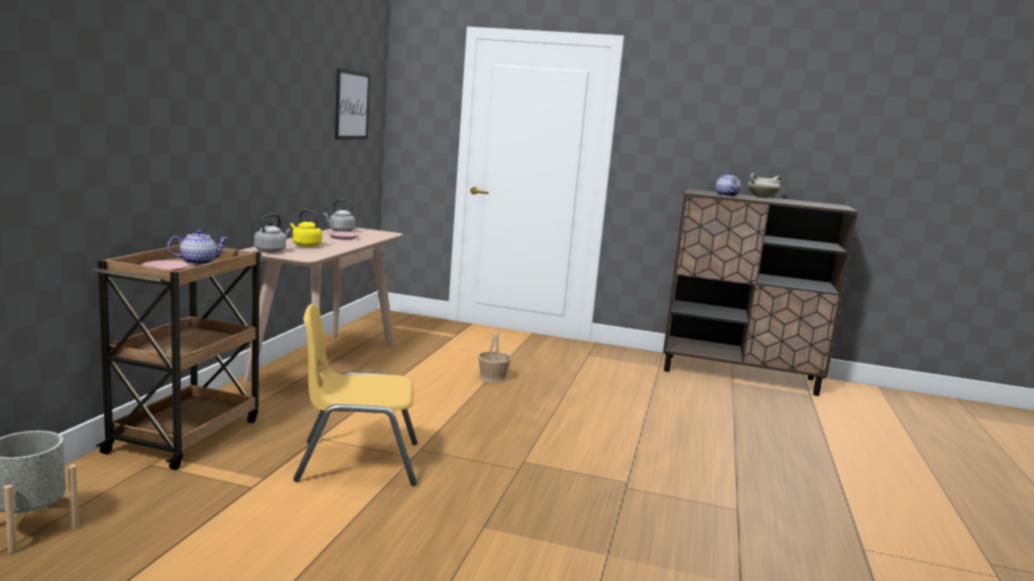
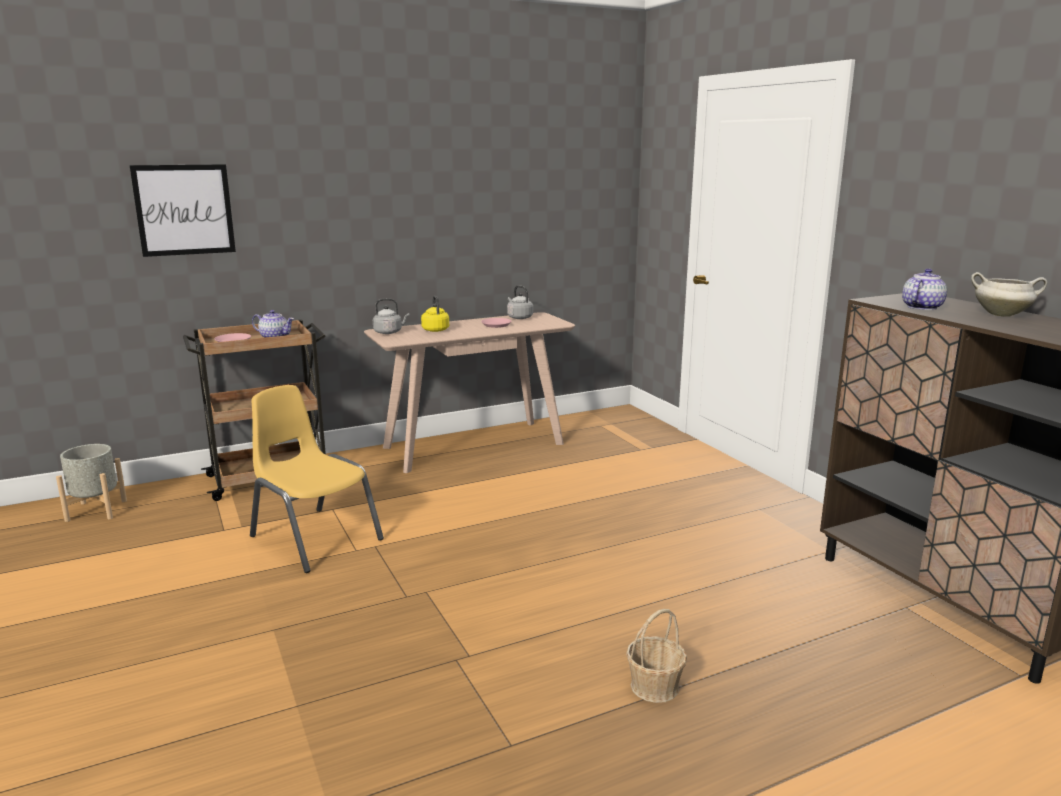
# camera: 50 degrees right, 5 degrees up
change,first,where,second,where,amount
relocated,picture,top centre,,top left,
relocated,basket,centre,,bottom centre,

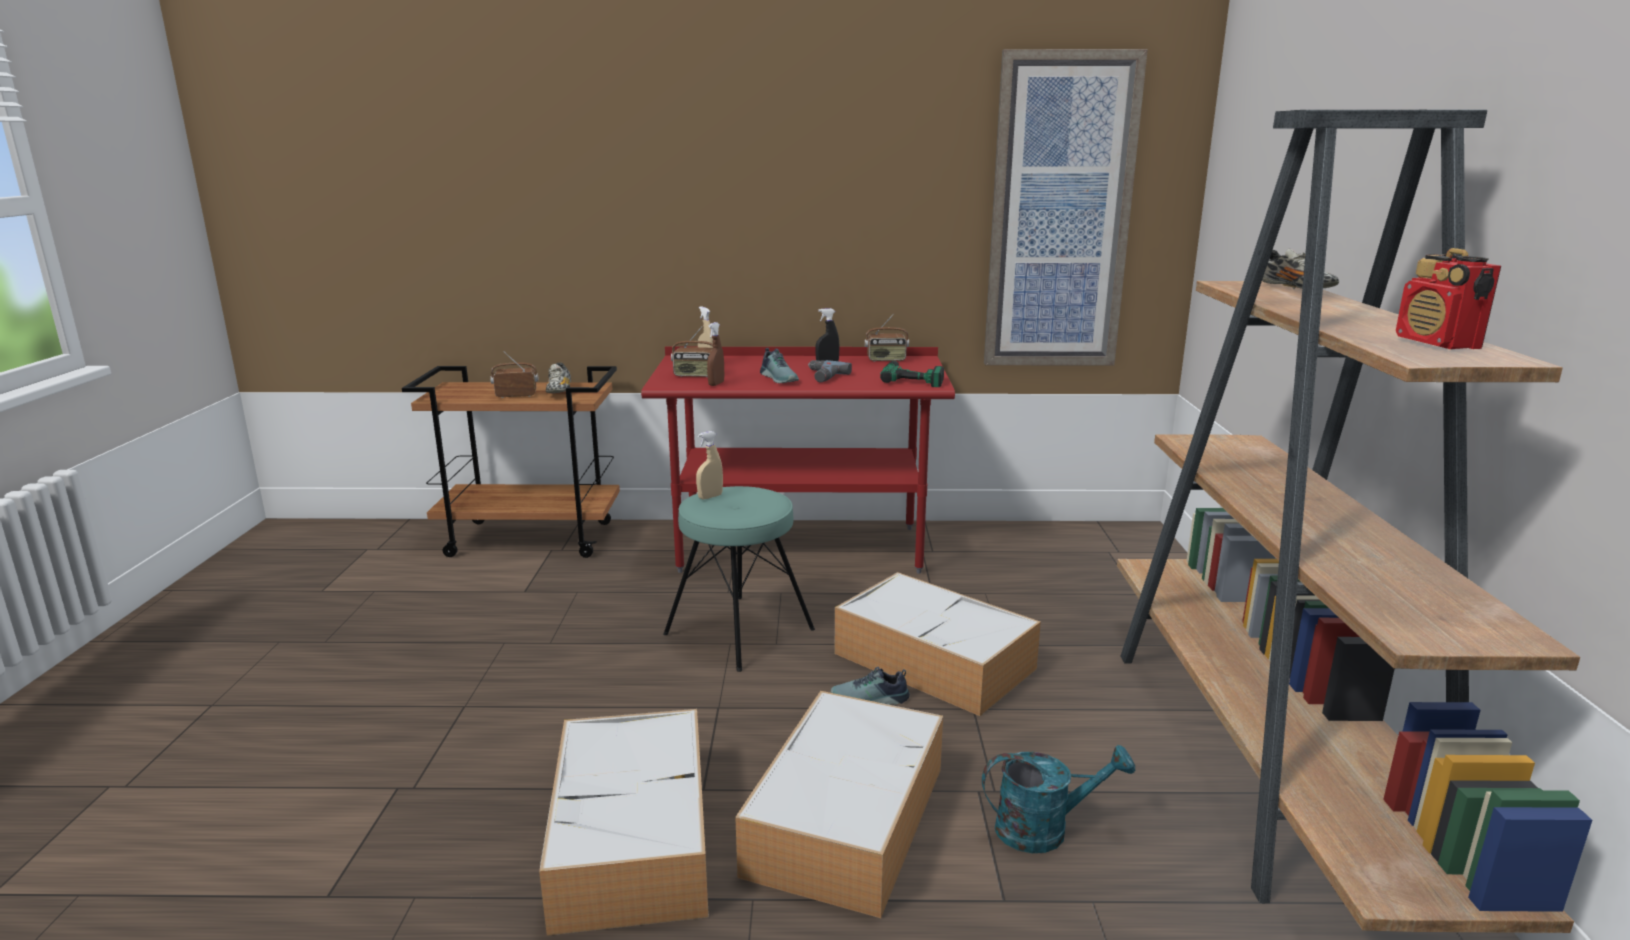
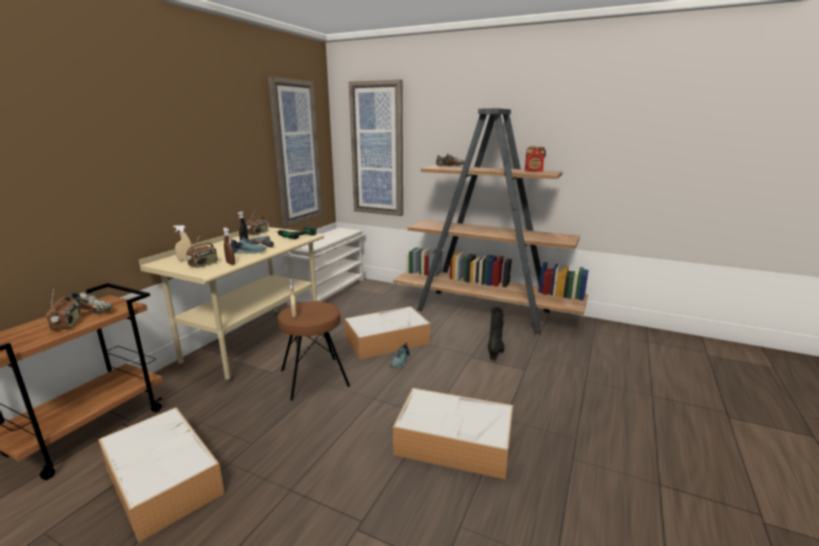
# camera: 65 degrees left, 0 degrees up
change,first,where,second,where,amount
colour,desk/red,centre,desk/beige,middle left,
spun,radio (no. 1 from left),middle left,,middle left,150 degrees clockwise
colour,stool/turquoise,centre,stool/brown,centre,
relocated,storage box (no. 2 from left in the first image),bottom centre,storage box (no. 1 from left),bottom left,
exchanged,watering can/turquoise,bottom centre,boot/black,centre,
appeared,,,picture (no. 2 from left),top centre,
appeared,,,shoe rack/white,centre,

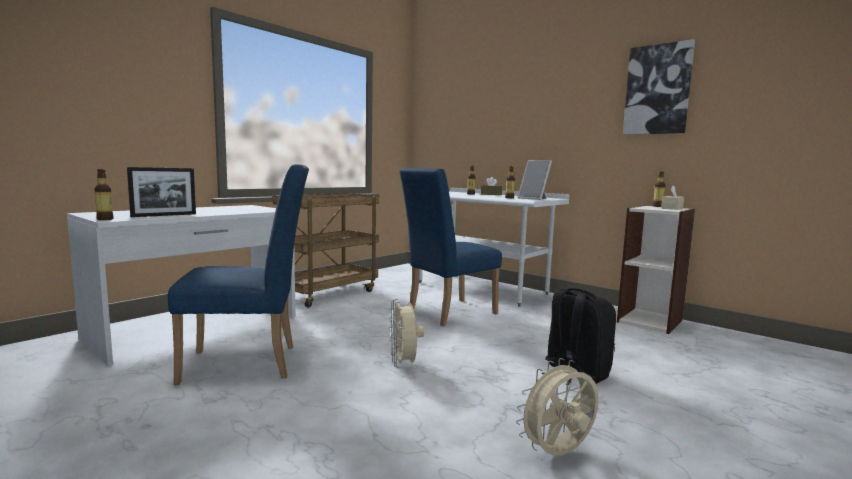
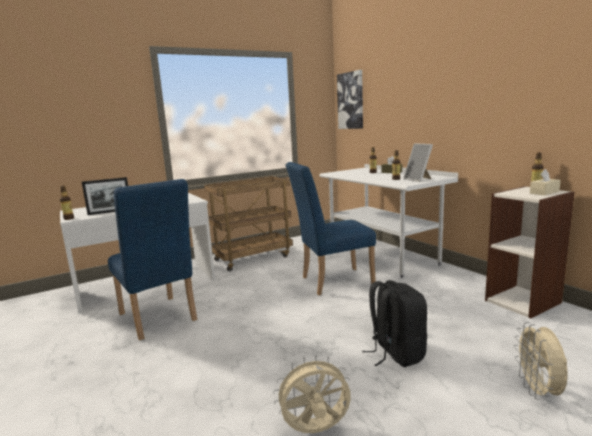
# camera: 20 degrees right, 5 degrees up
change,first,where,second,where,amount
relocated,picture,top right,,top centre,
spun,chair/blue (no. 1 from left),middle left,,middle left,45 degrees clockwise
relocated,fan/beige (no. 1 from left in the first image),bottom centre,fan/beige (no. 2 from left),bottom right,

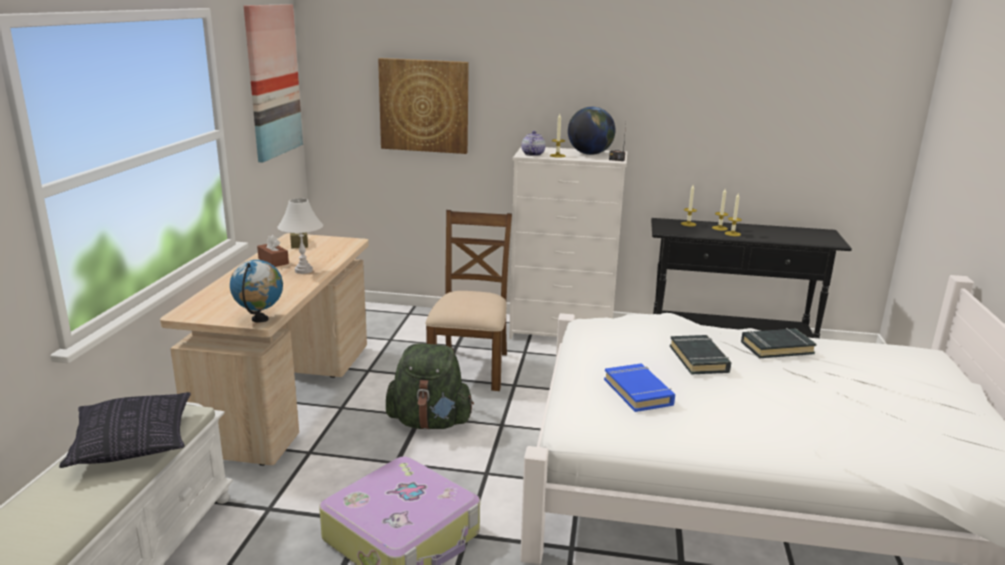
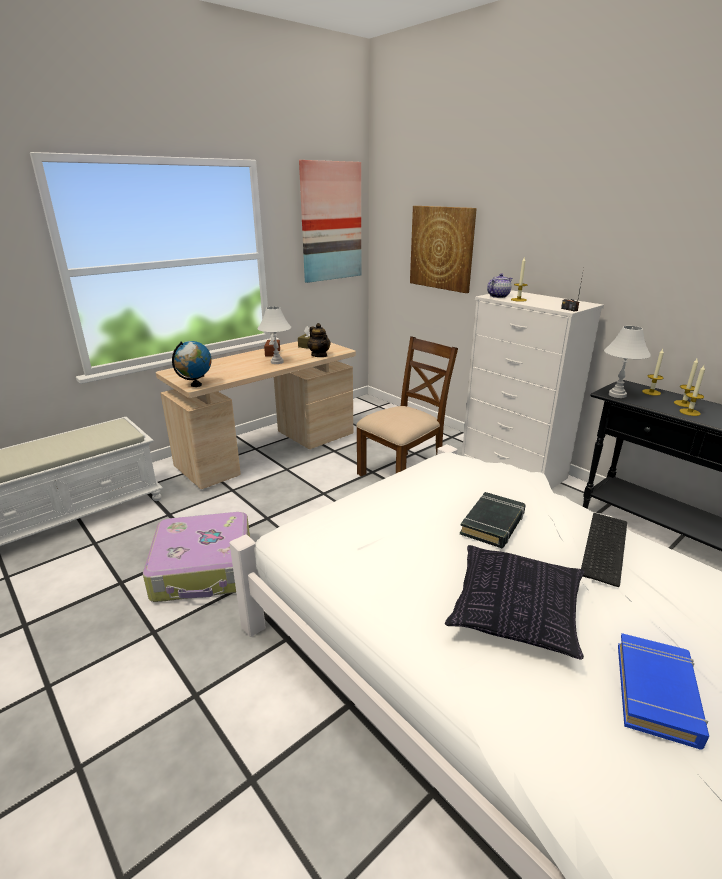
# camera: 40 degrees right, 5 degrees up
change,first,where,second,where,amount
missing,globe (no. 2 from left),top centre,,,
exchanged,book/black (no. 2 from left),middle right,keyboard,middle right,
missing,backpack/green,bottom centre,,,
relocated,book/blue,bottom centre,,bottom right,
relocated,pillow,bottom left,,bottom right,
appeared,,,teapot (no. 1 from left),centre,
appeared,,,table lamp/white (no. 2 from left),middle right,

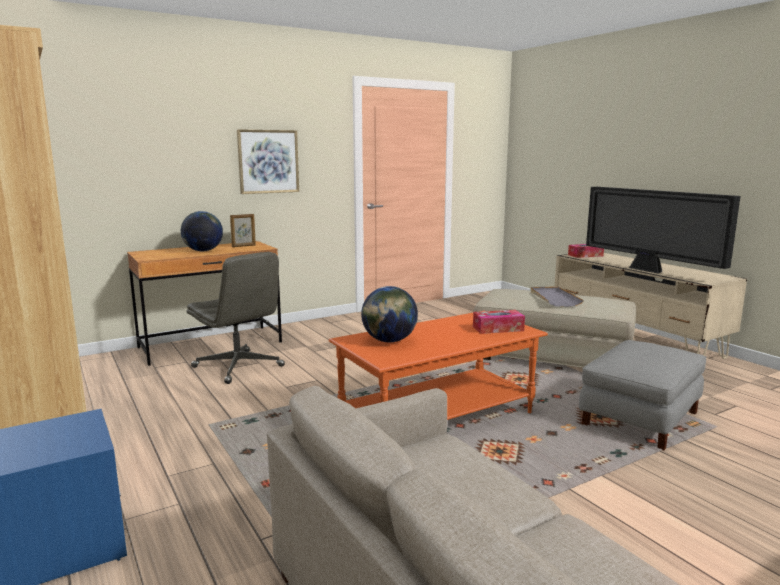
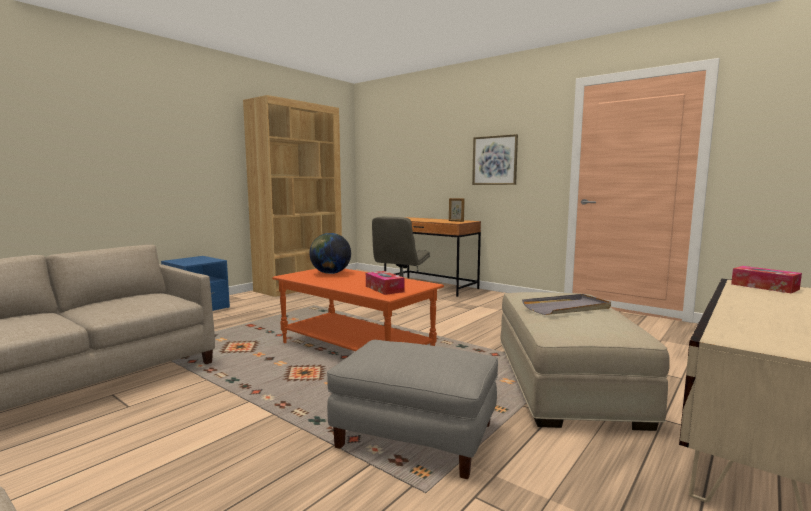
# camera: 70 degrees right, 5 degrees down
change,first,where,second,where,amount
missing,television,middle right,,,
missing,globe (no. 1 from left),middle left,,,

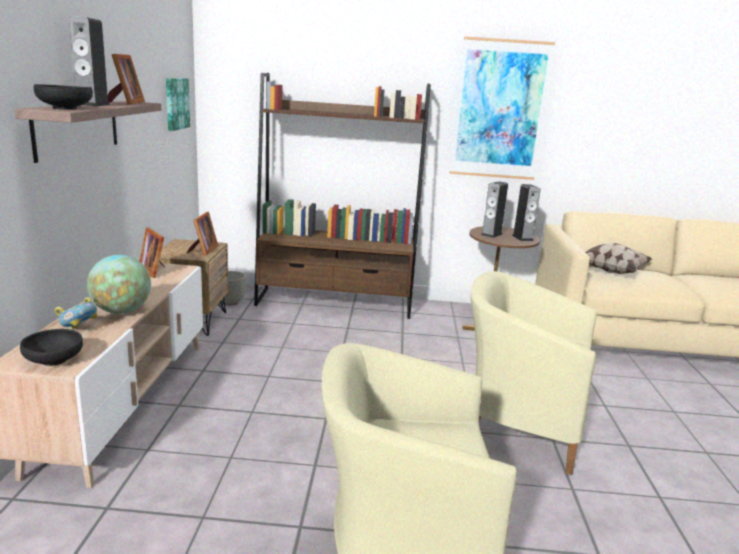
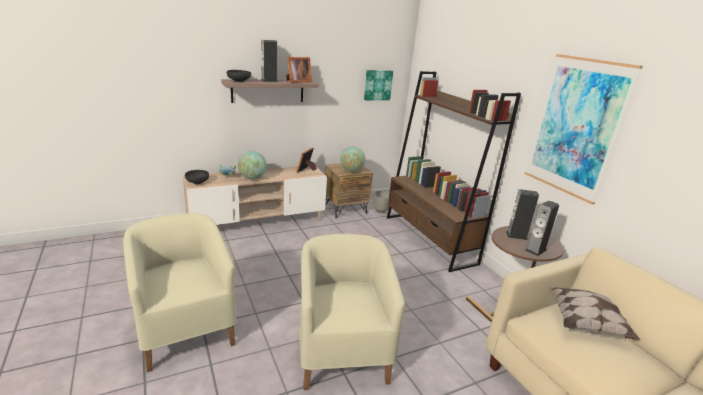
# camera: 60 degrees right, 5 degrees up
change,first,where,second,where,amount
exchanged,picture frame (no. 3 from left),middle left,globe (no. 2 from left),centre,

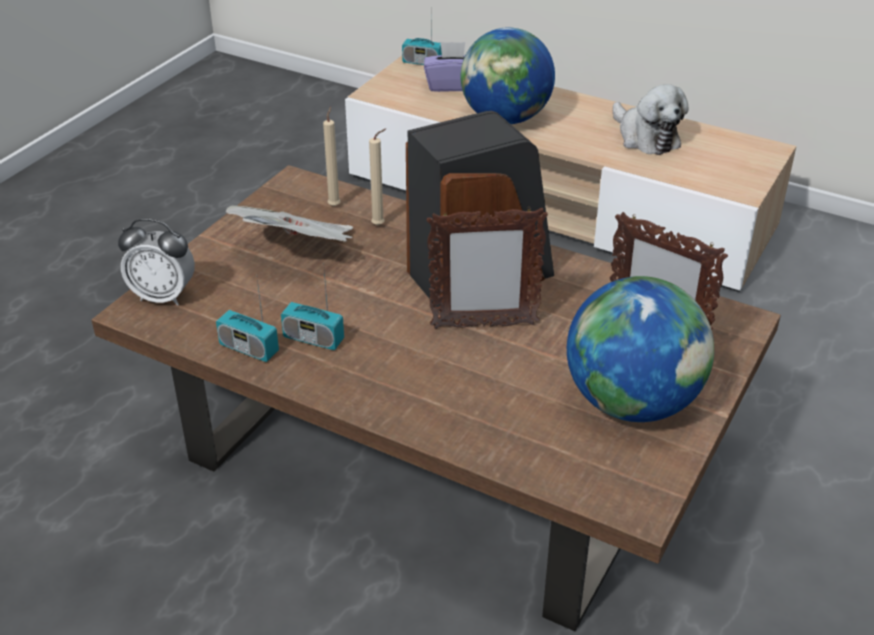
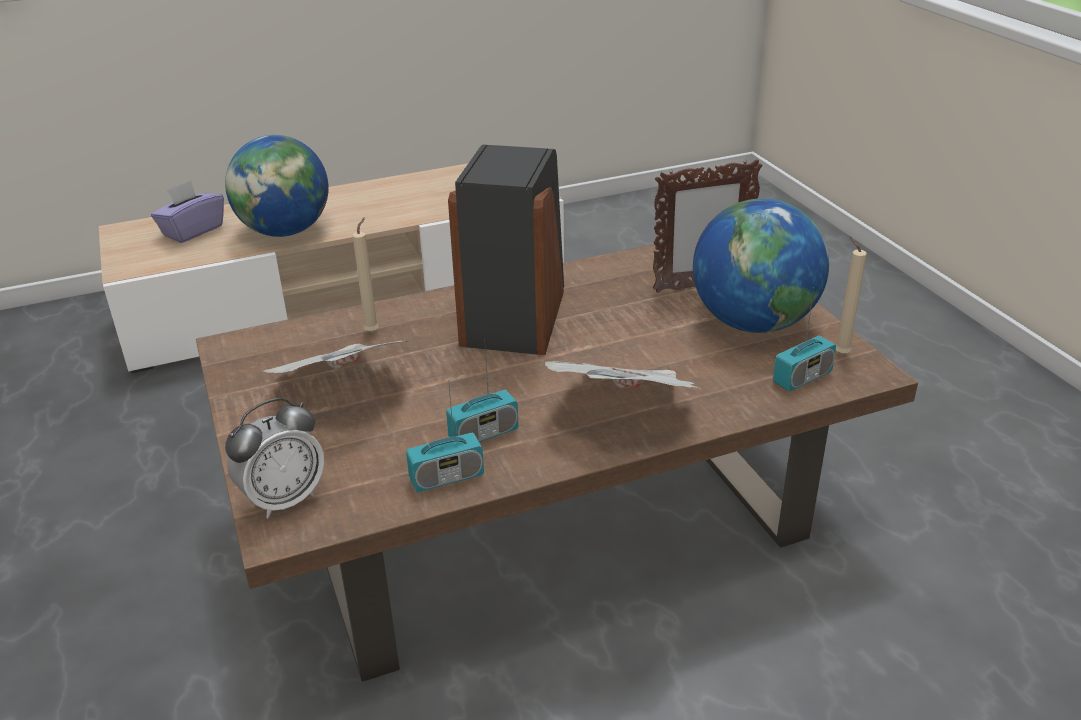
# camera: 50 degrees left, 5 degrees down
change,first,where,second,where,amount
relocated,radio (no. 3 from left),top centre,,middle right,
missing,plush toy,top right,,,
relocated,candle/beige (no. 1 from left in the first image),top centre,candle/beige (no. 2 from left),middle right,
missing,picture frame (no. 1 from left),centre,,,
appeared,,,newspaper (no. 2 from left),centre,

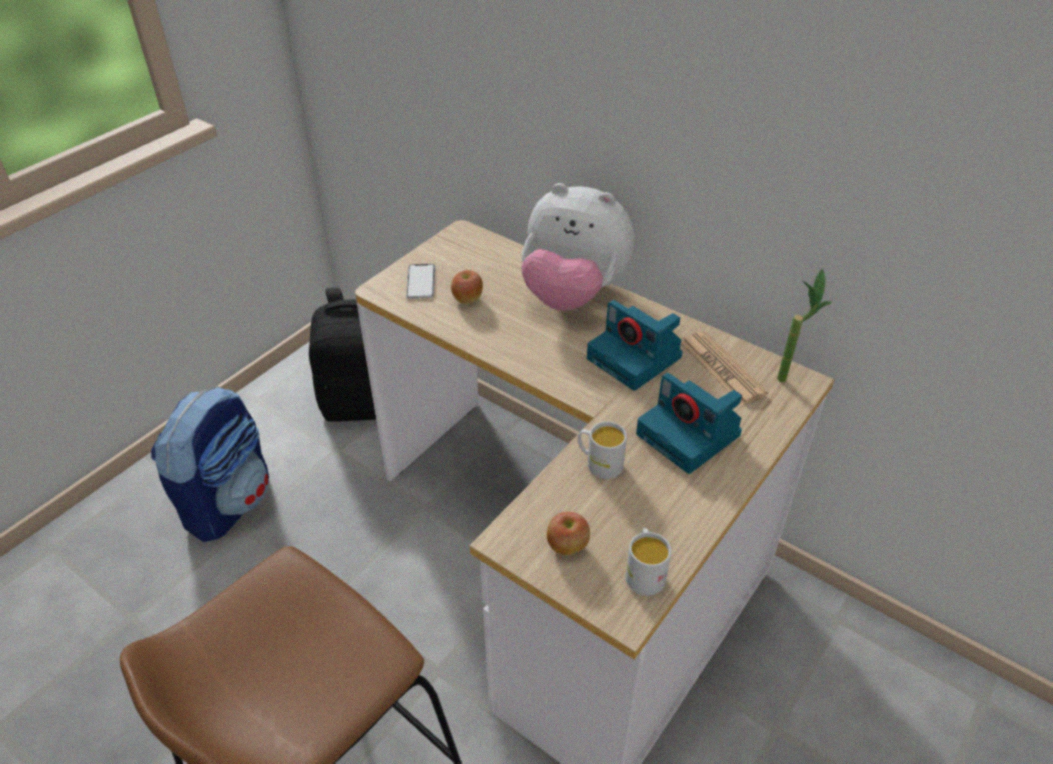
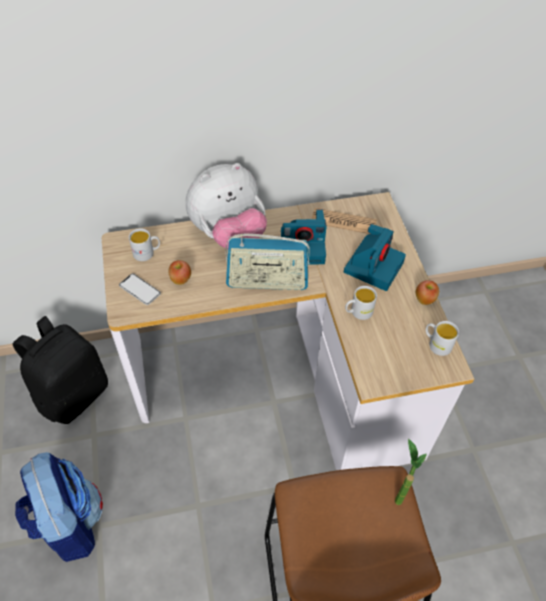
# camera: 50 degrees left, 10 degrees up
change,first,where,second,where,amount
relocated,potted plant,middle right,,bottom right,
spun,photo camera (no. 2 from left),centre,,middle right,60 degrees counterclockwise
relocated,apple (no. 2 from left),bottom centre,,middle right,
appeared,,,mug/white (no. 1 from left),middle left,
appeared,,,radio,centre,

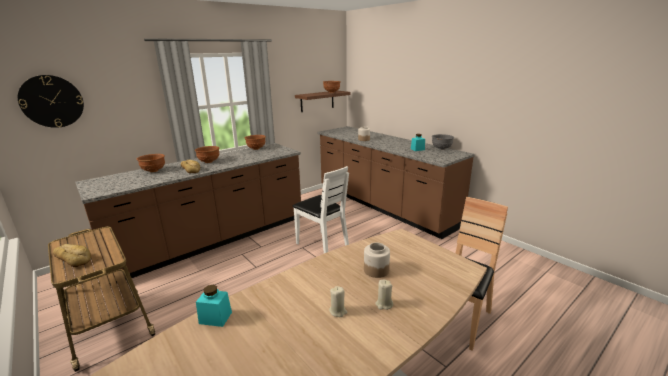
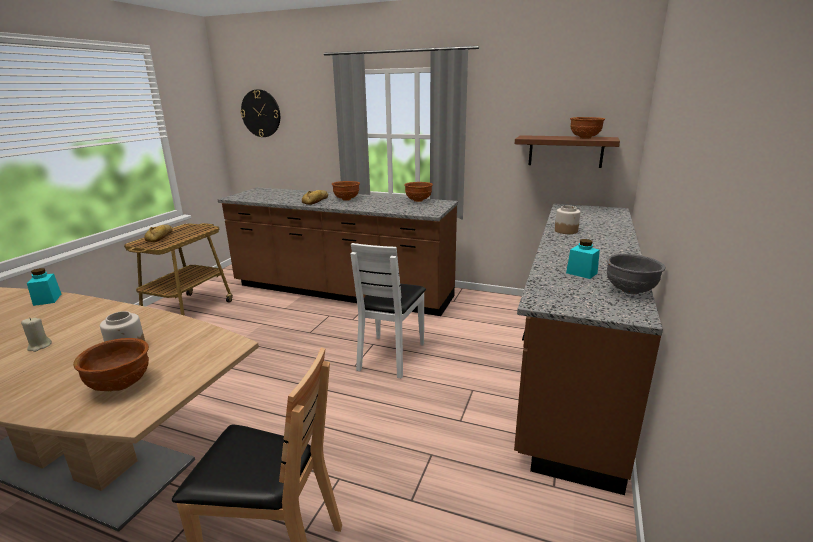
# camera: 60 degrees right, 0 degrees up
change,first,where,second,where,amount
relocated,bowl/brown (no. 1 from left),middle left,,bottom left,
missing,candle/beige (no. 2 from left),bottom centre,,,

